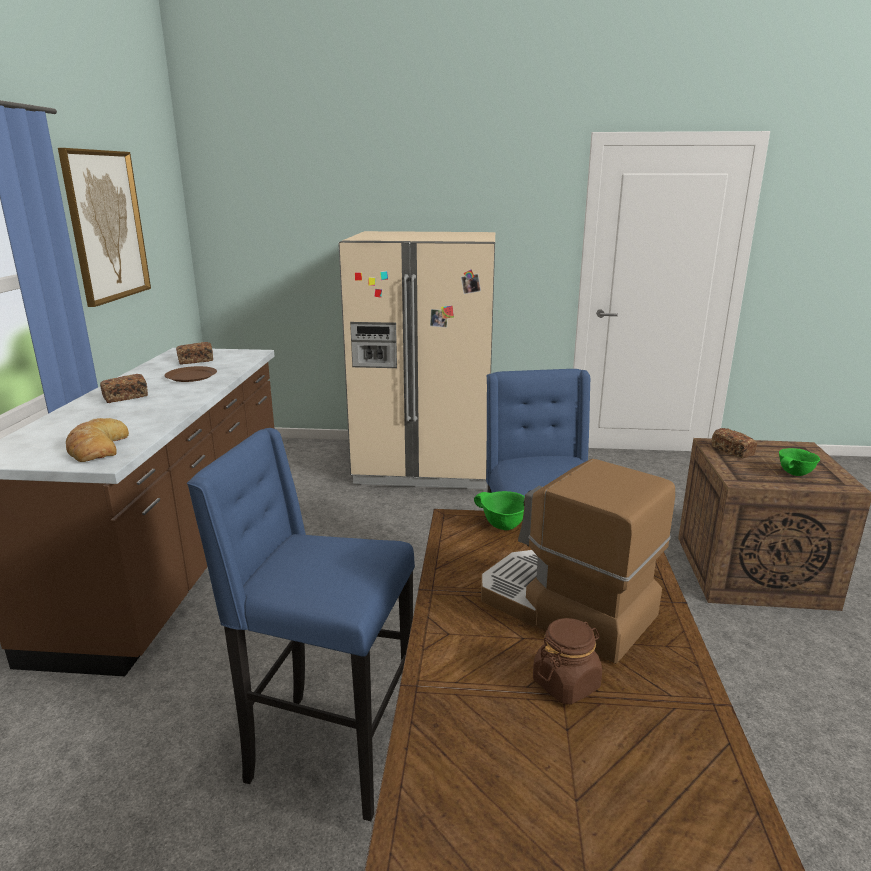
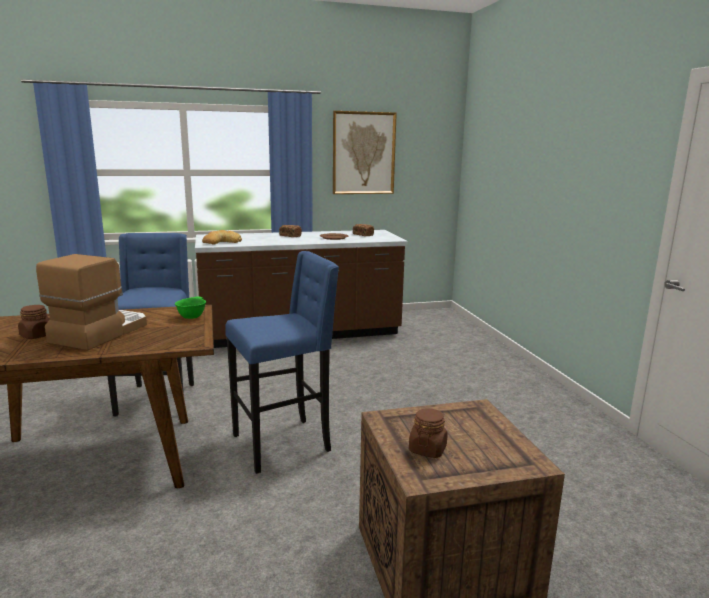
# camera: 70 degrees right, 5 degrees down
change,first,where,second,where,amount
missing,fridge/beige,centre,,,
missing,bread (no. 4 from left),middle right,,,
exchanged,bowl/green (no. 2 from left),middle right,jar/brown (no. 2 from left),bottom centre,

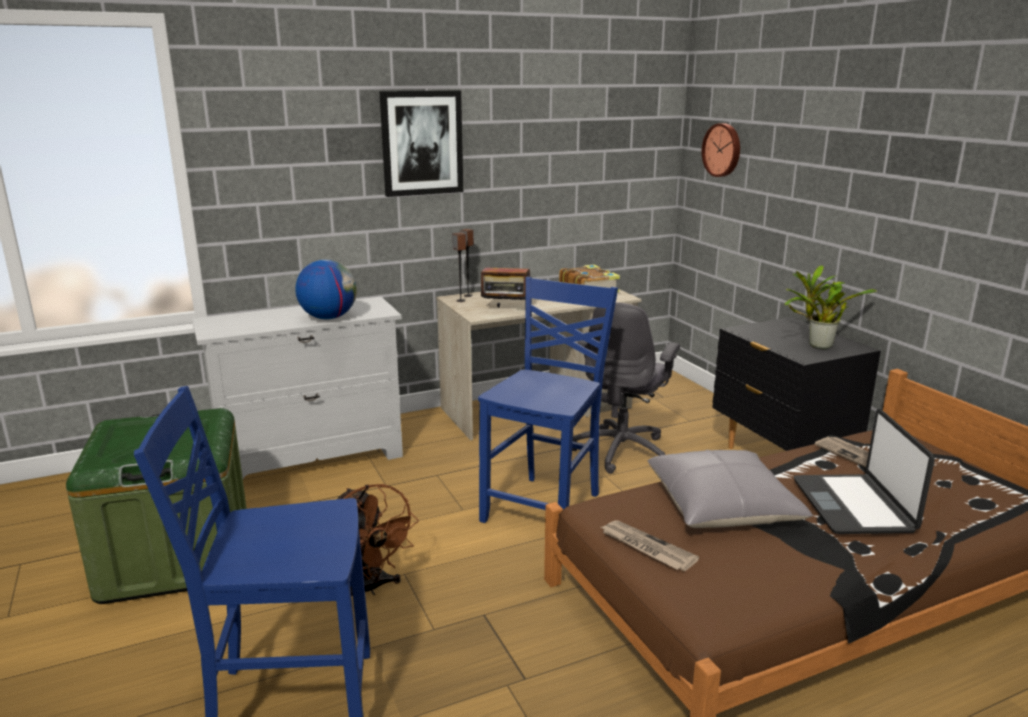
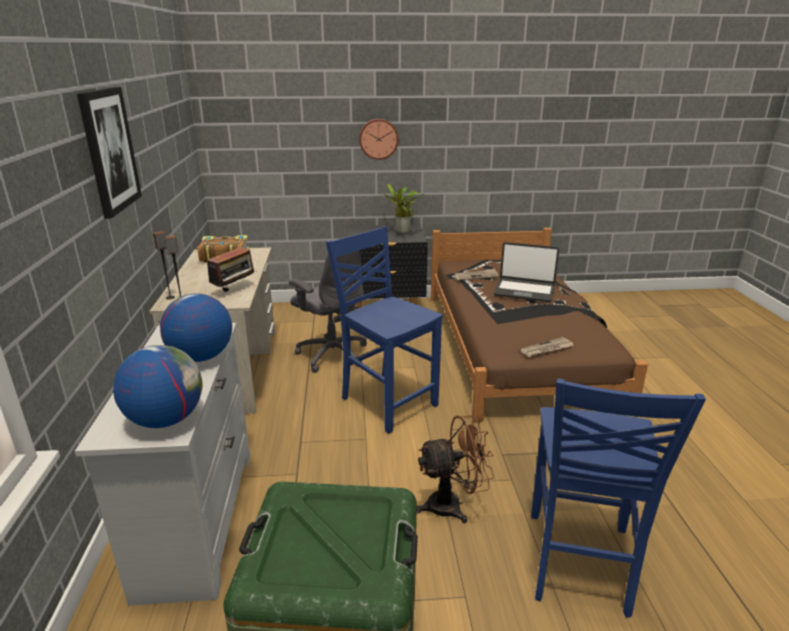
# camera: 70 degrees left, 5 degrees up
change,first,where,second,where,amount
relocated,wall clock,top right,,top centre,
missing,pillow/grey,bottom right,,,
appeared,,,globe (no. 1 from left),middle left,

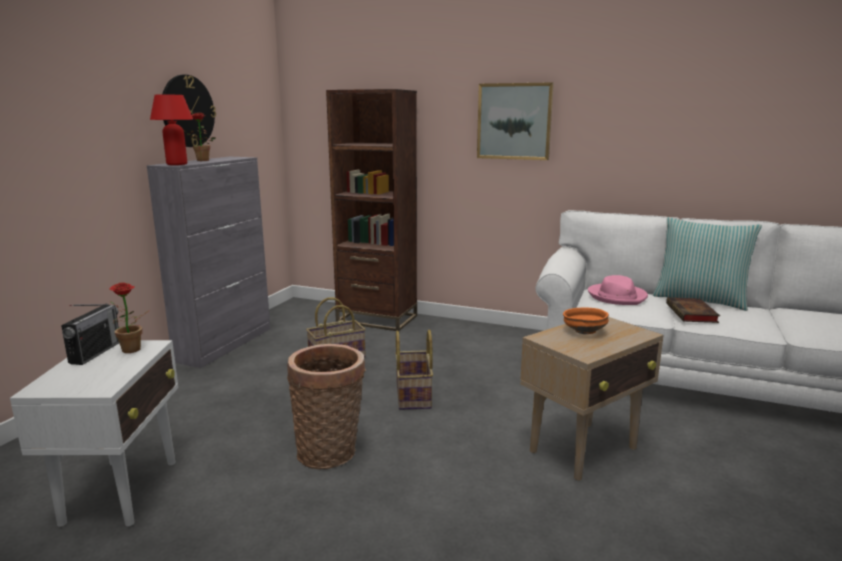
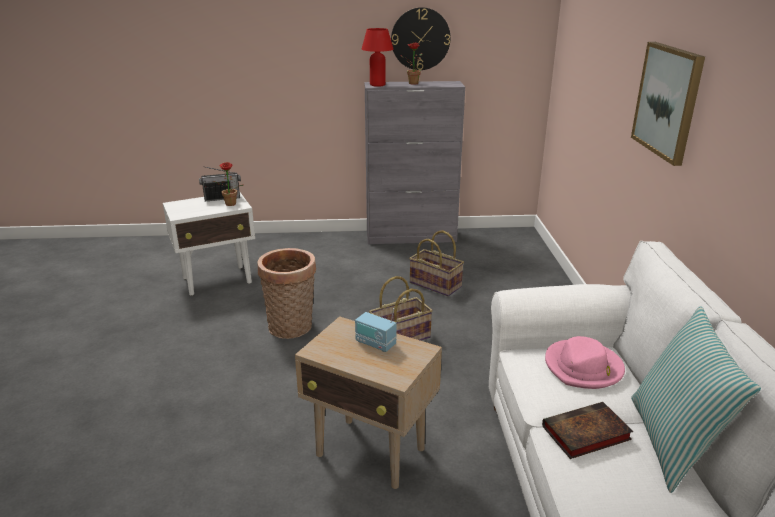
# camera: 65 degrees right, 10 degrees up
change,first,where,second,where,amount
missing,bookcase/brown,centre,,,
exchanged,bowl/orange,middle right,radio (no. 2 from left),centre,

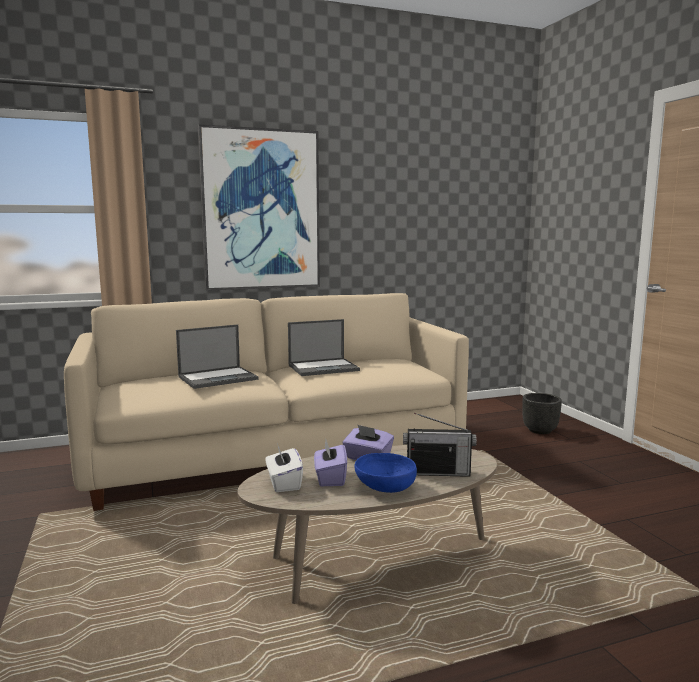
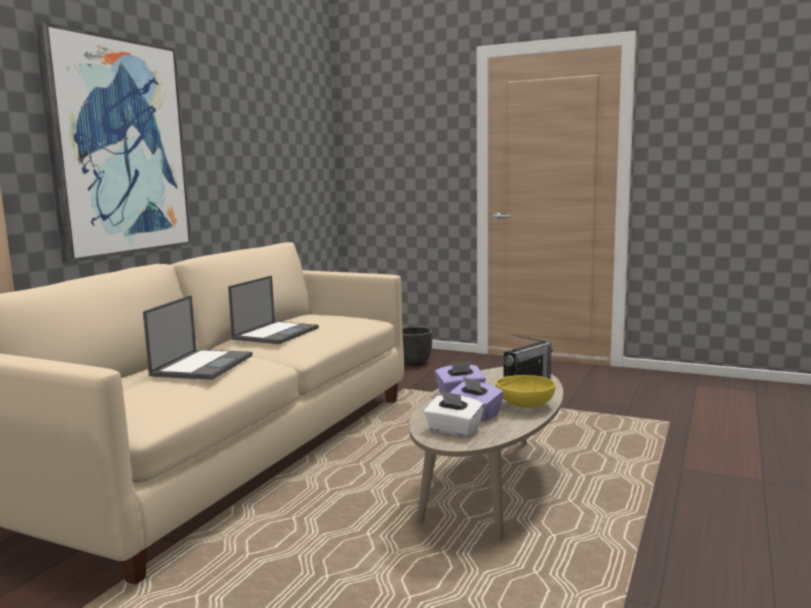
# camera: 45 degrees left, 0 degrees up
change,first,where,second,where,amount
colour,bowl/blue,bottom centre,bowl/yellow,centre,

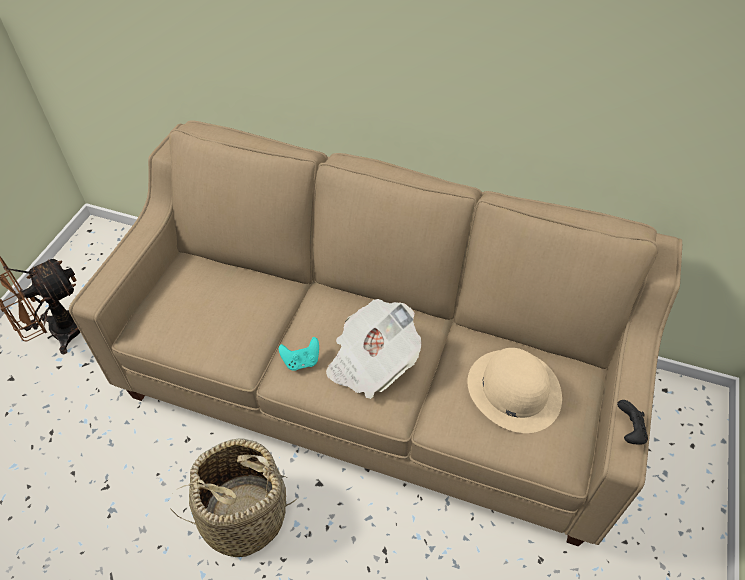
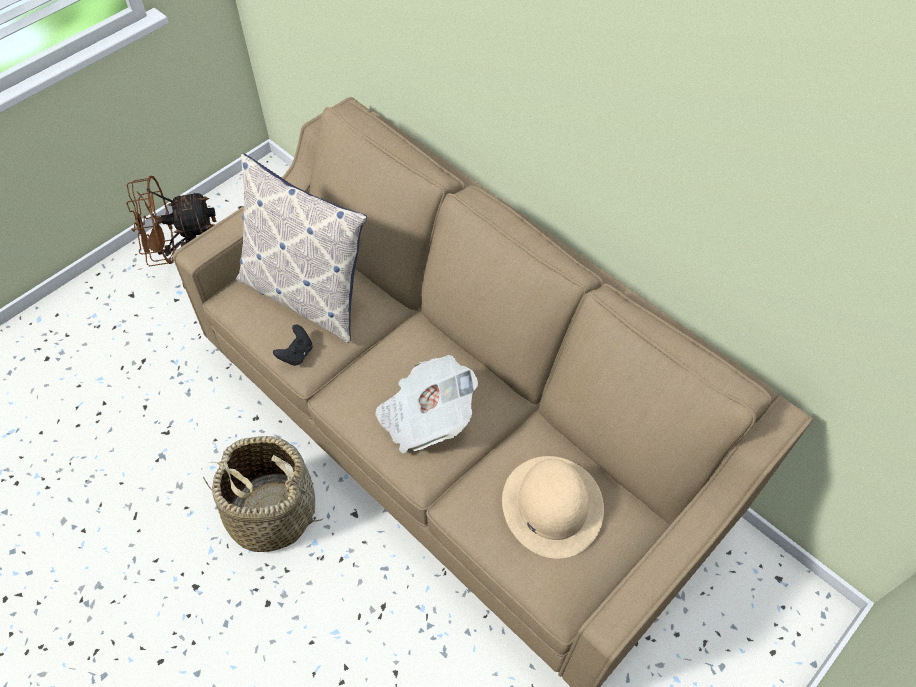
# camera: 25 degrees right, 5 degrees up
change,first,where,second,where,amount
missing,game controller/turquoise,centre,,,
relocated,game controller/black,bottom right,,middle left,
appeared,,,pillow,middle left,

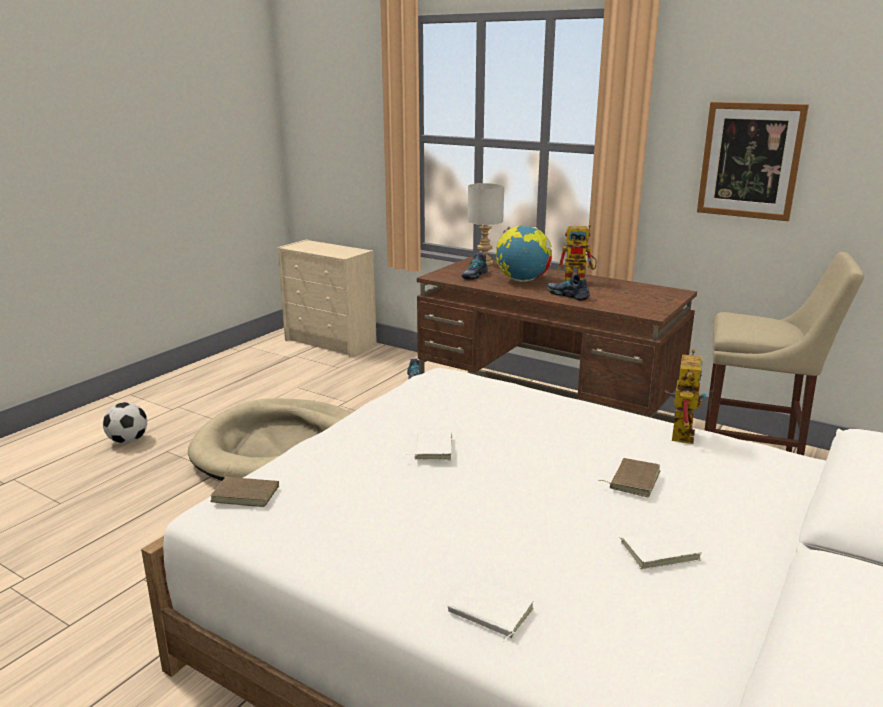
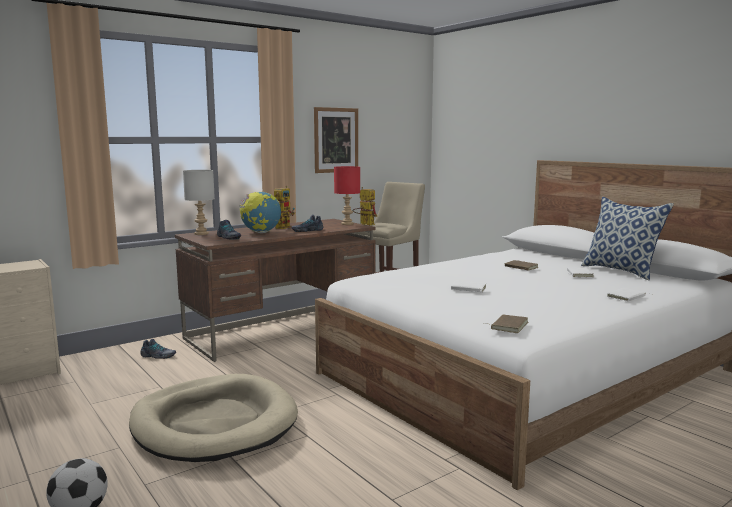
# camera: 70 degrees left, 10 degrees down
change,first,where,second,where,amount
relocated,toy robot (no. 2 from left),middle right,,centre,
appeared,,,table lamp/red,centre,
appeared,,,pillow,middle right,

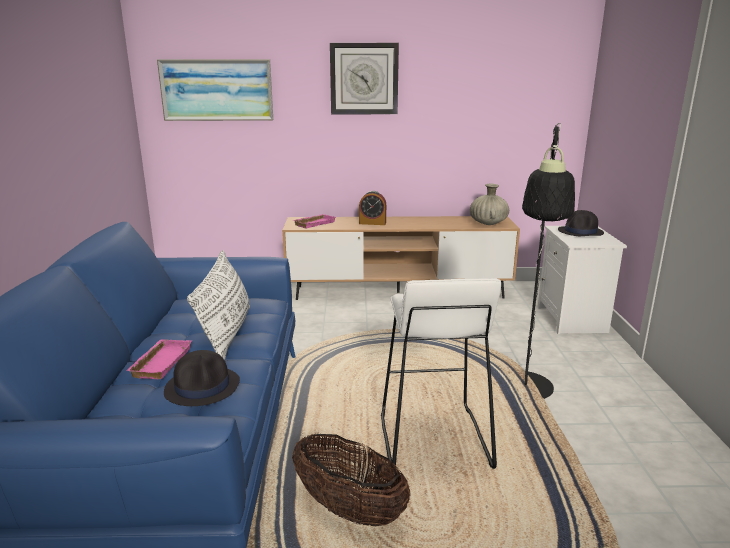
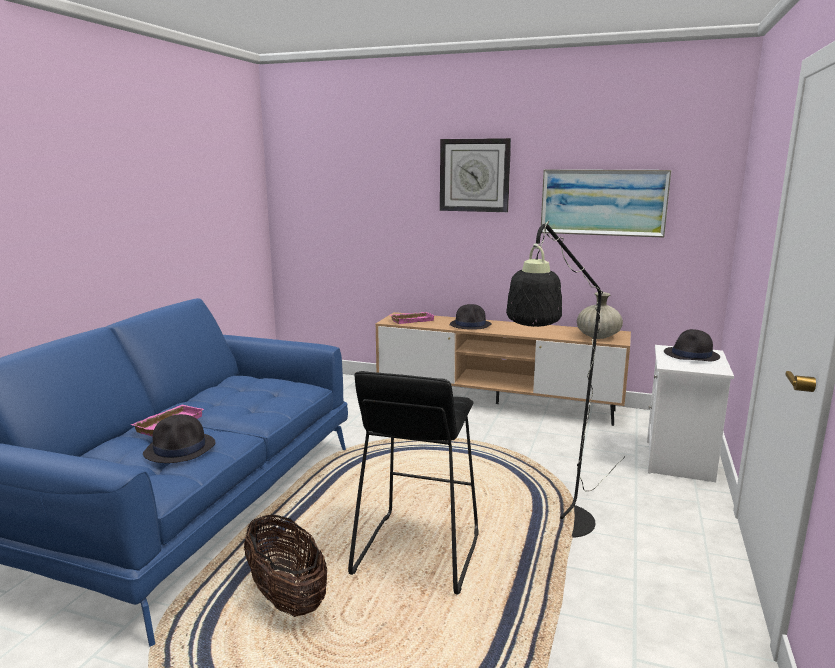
# camera: 20 degrees right, 5 degrees down
change,first,where,second,where,amount
relocated,picture,top left,,top right,
exchanged,alarm clock,centre,hat/black (no. 2 from left),centre,
missing,pillow/white,middle left,,,
colour,stool/white,bottom centre,stool/black,bottom centre,

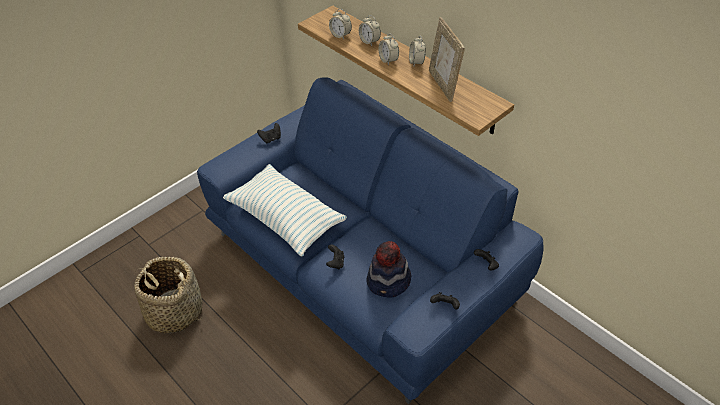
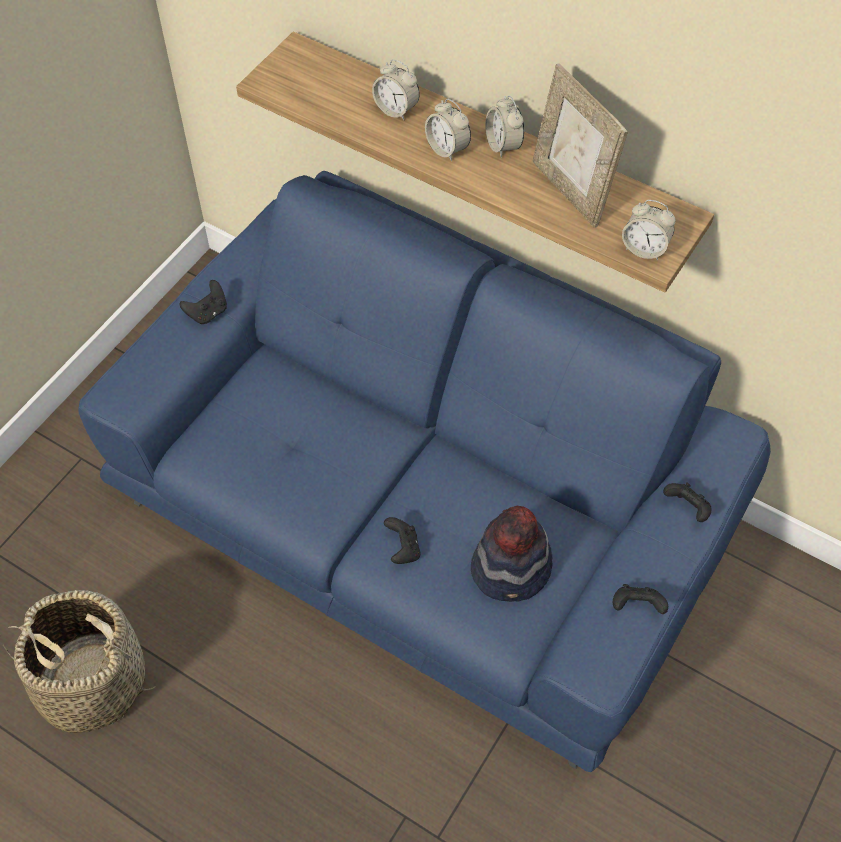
# camera: 15 degrees left, 10 degrees up
change,first,where,second,where,amount
relocated,alarm clock (no. 1 from left in the first image),top centre,alarm clock (no. 4 from left),top right,
missing,pillow,centre,,,

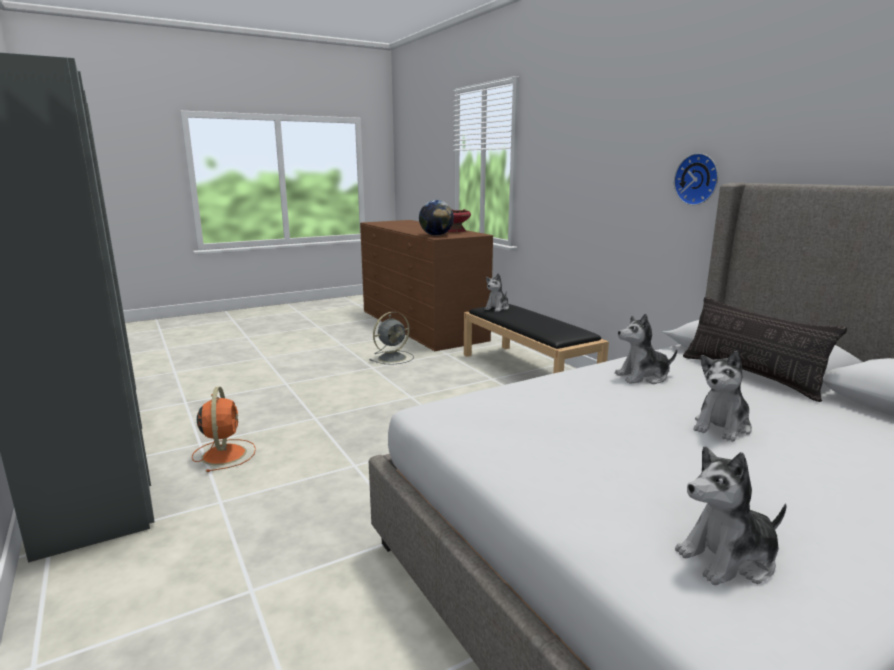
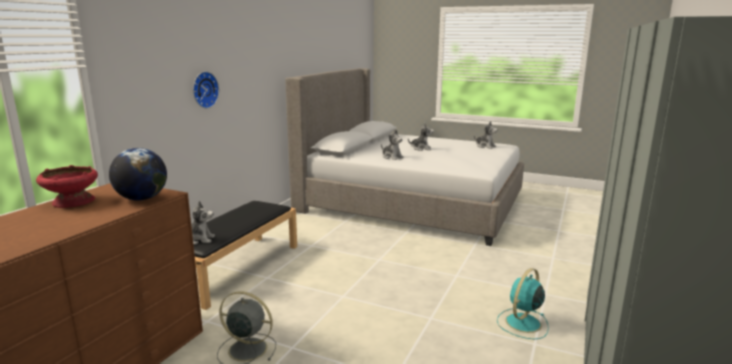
# camera: 125 degrees left, 0 degrees up
change,first,where,second,where,amount
relocated,wall clock,top right,,top left,
missing,pillow,middle right,,,
colour,fan/orange,middle left,fan/turquoise,bottom right,

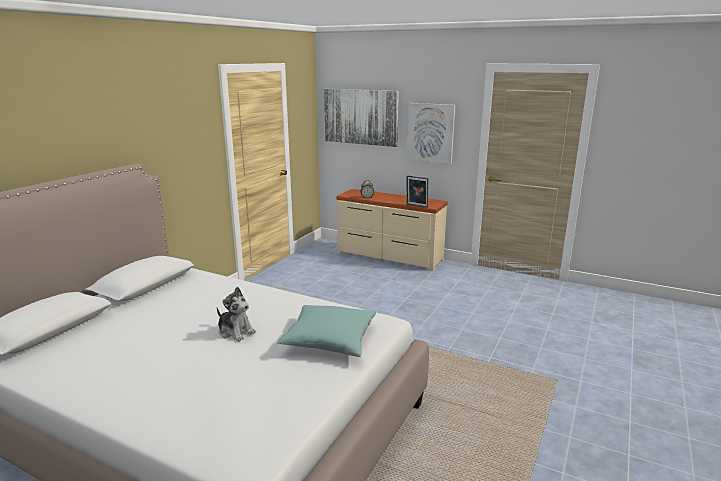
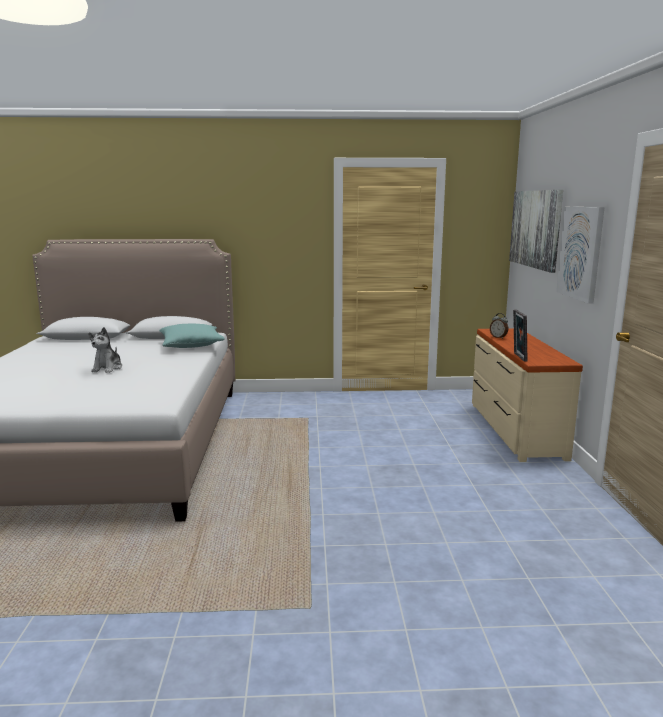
# camera: 60 degrees right, 5 degrees down
change,first,where,second,where,amount
relocated,pillow/turquoise,bottom centre,,middle left,

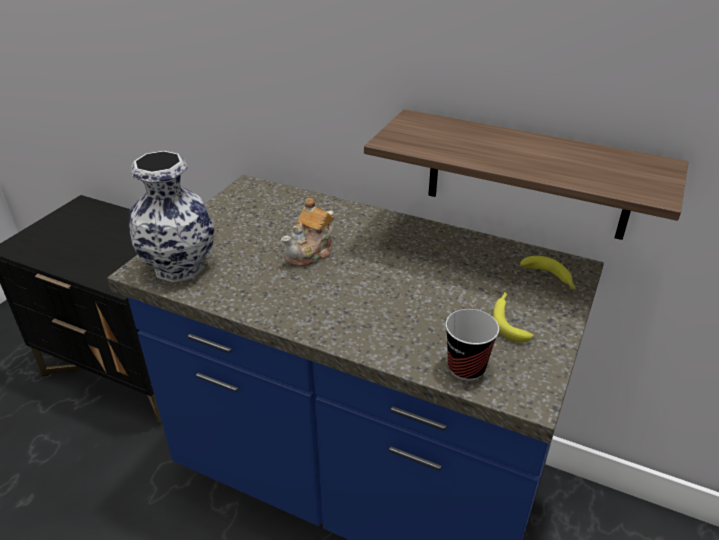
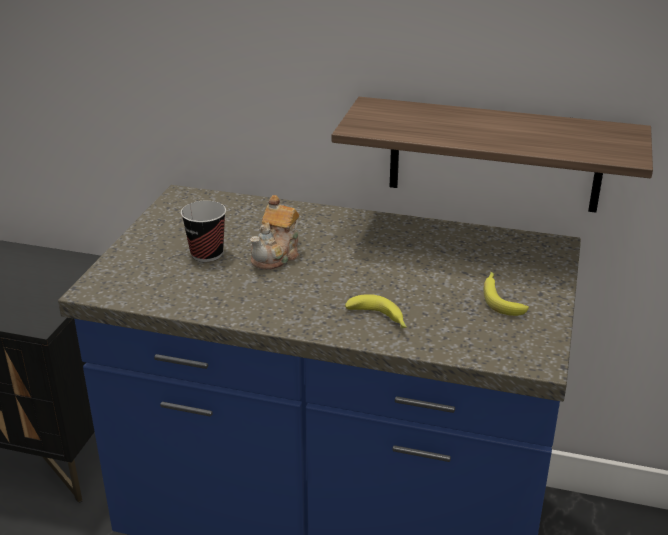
# camera: 10 degrees left, 5 degrees down
change,first,where,second,where,amount
missing,vase,middle left,,,
relocated,banana (no. 2 from left in the first image),middle right,banana (no. 1 from left),centre,
relocated,cup,centre,,middle left,

